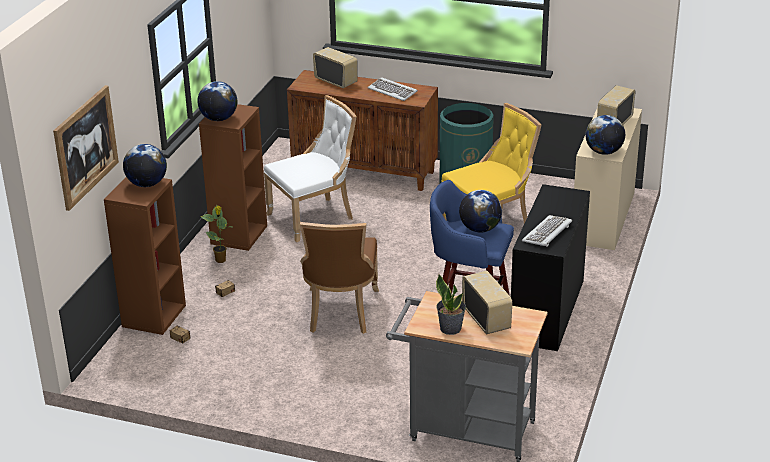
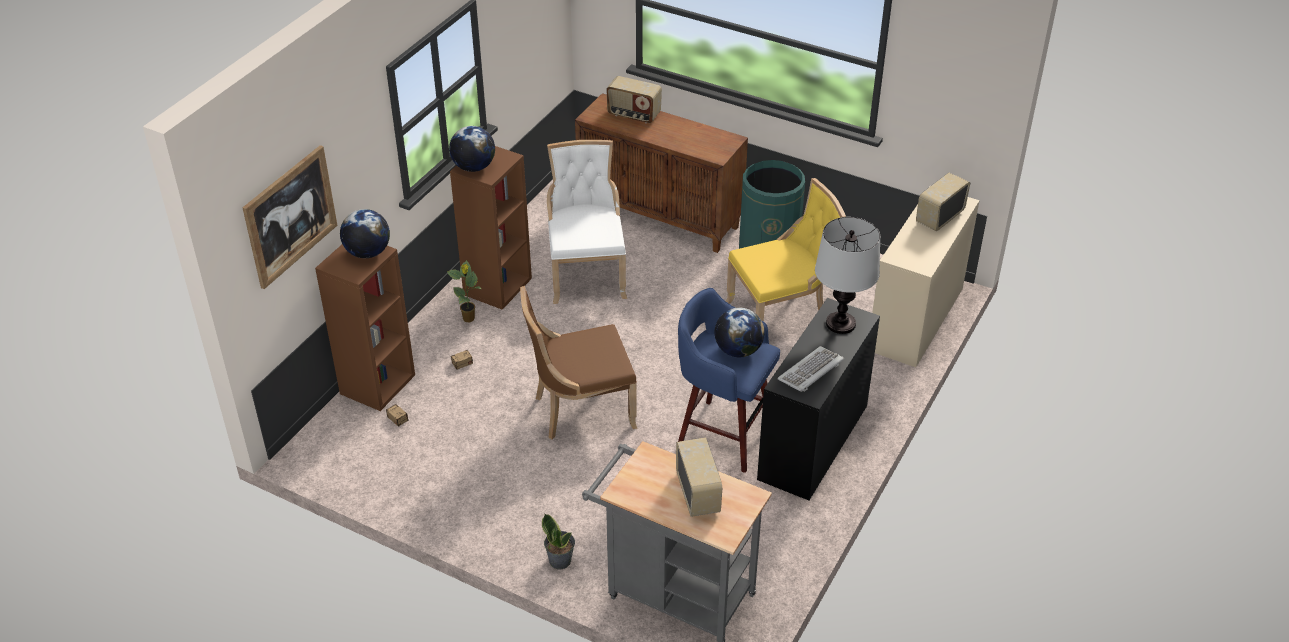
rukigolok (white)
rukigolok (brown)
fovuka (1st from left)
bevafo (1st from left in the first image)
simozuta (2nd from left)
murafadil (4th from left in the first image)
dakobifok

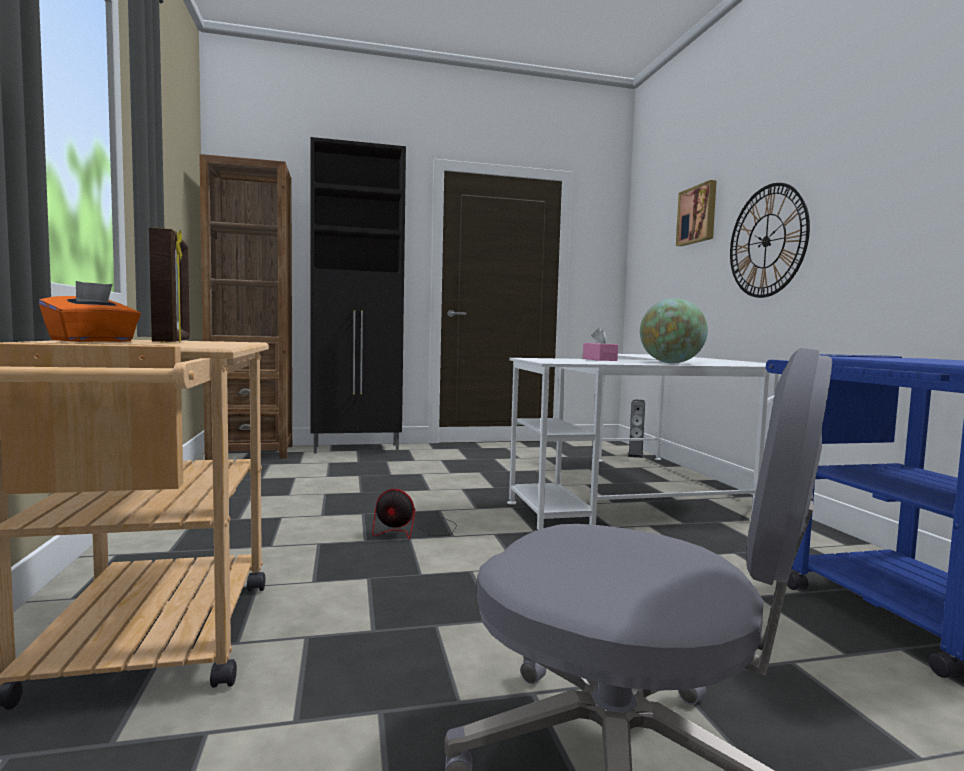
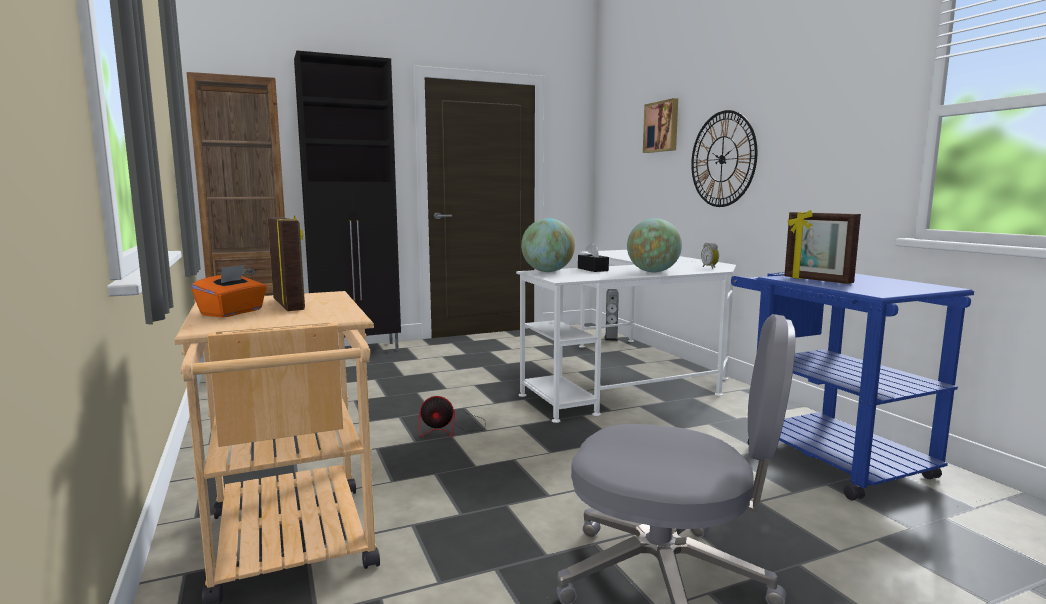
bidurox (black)
murafadil (1st from left)
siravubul
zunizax (2nd from left)

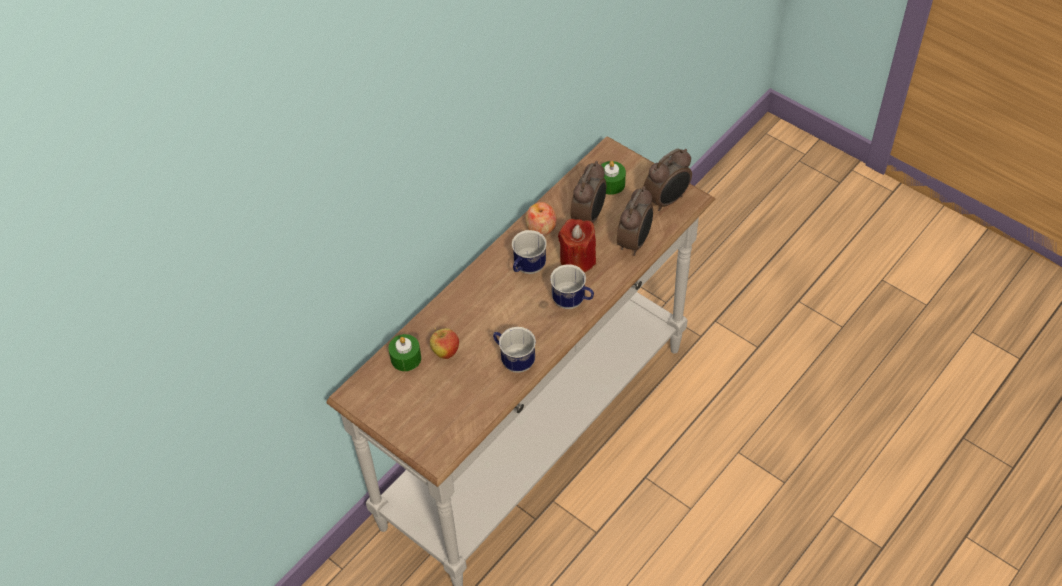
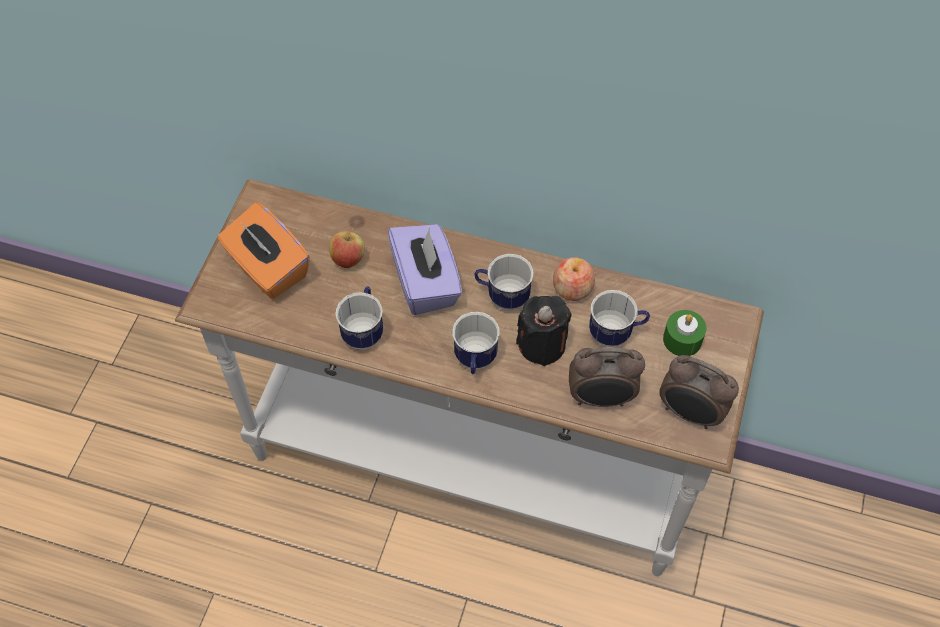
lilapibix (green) (1st from left in the first image)
lilapibix (black)
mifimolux (4th from left)
bidurox (orange)
bidurox (purple)

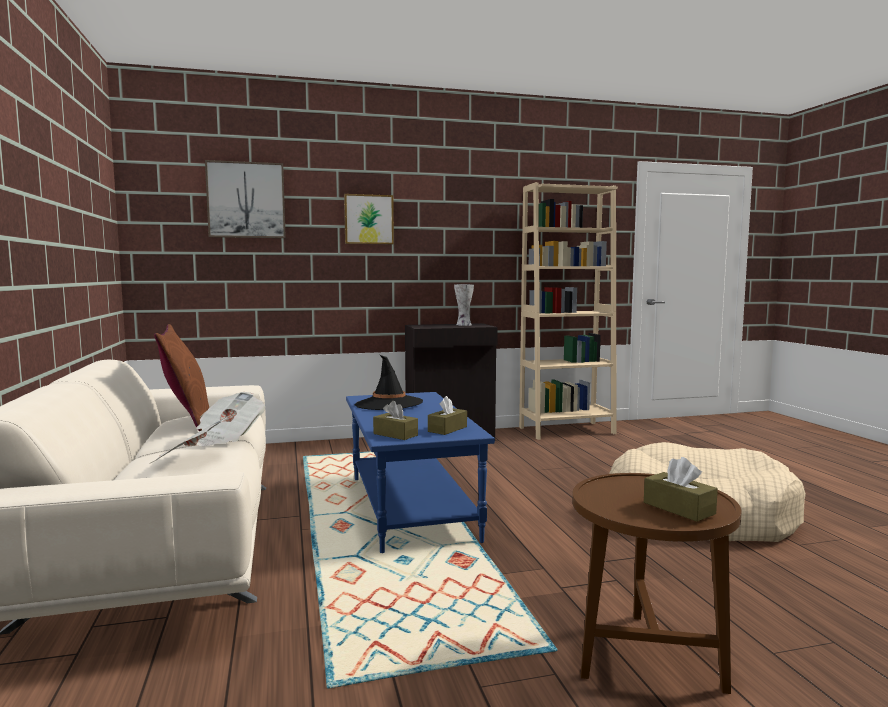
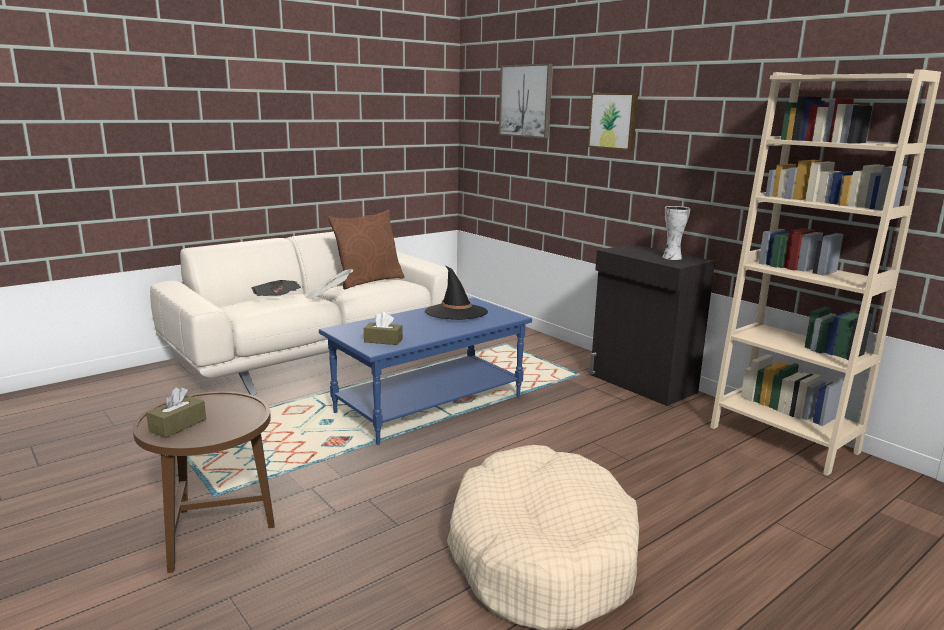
bidurox (brown) (1st from left in the first image)

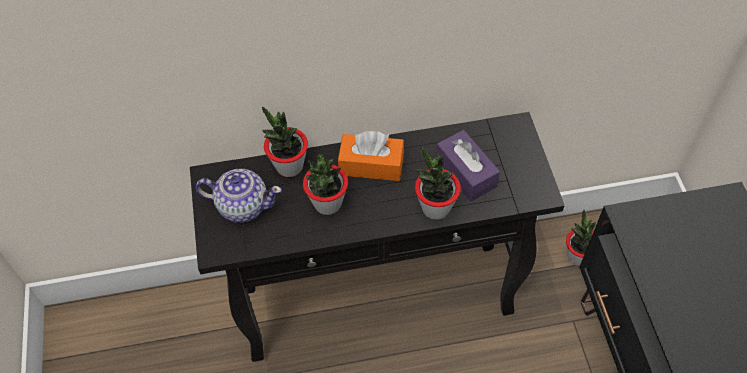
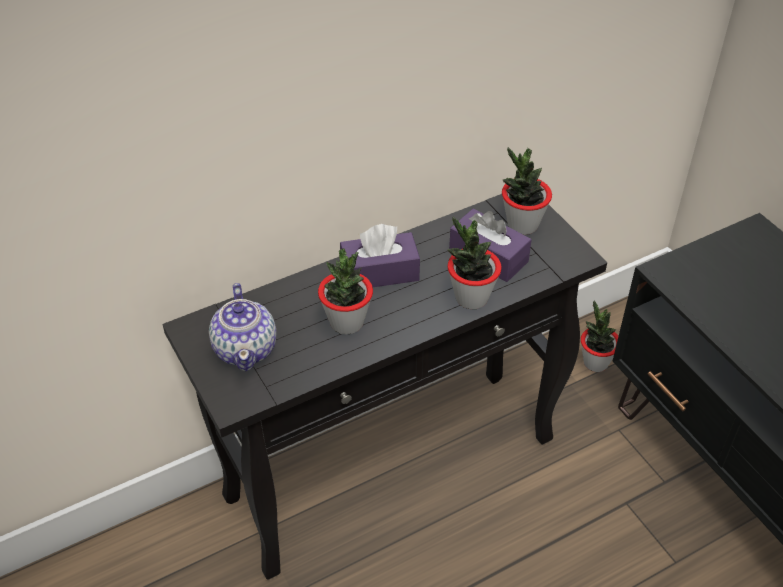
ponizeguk
simozuta (3rd from left)
bidurox (purple) (1st from left)

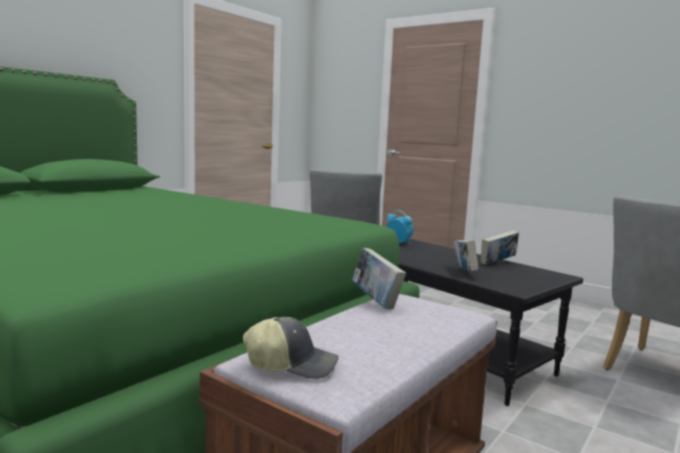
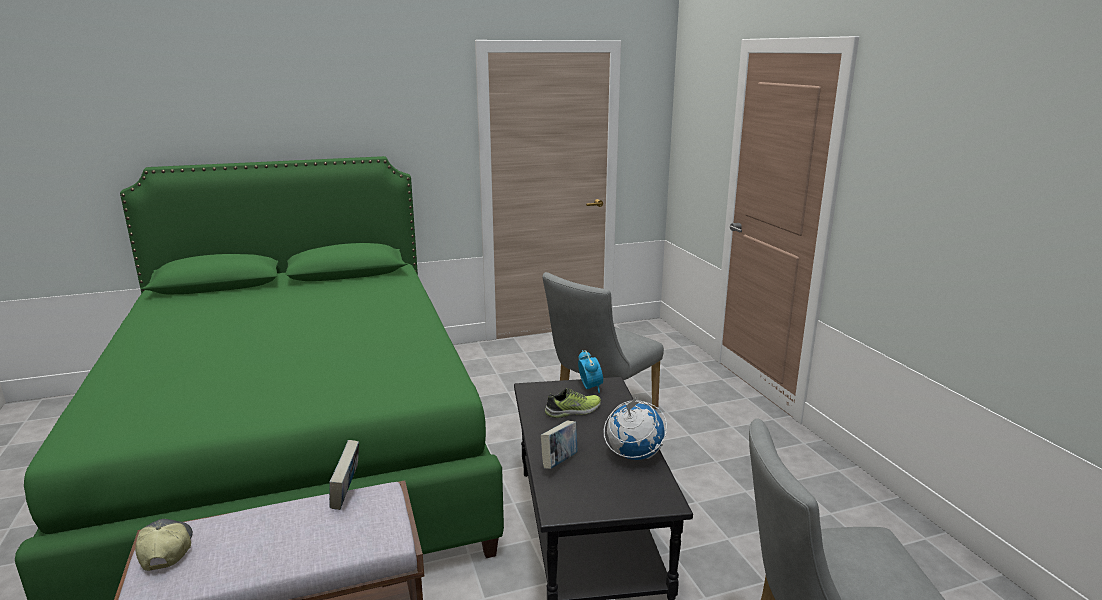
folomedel
murafadil
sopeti

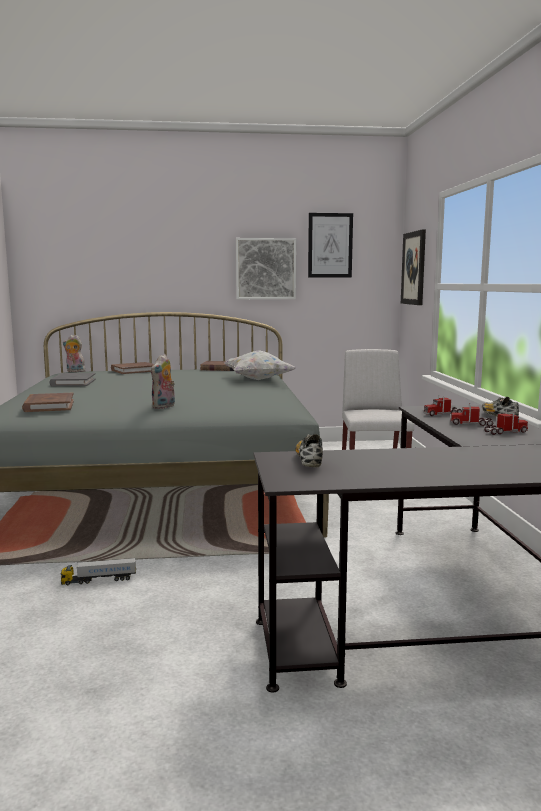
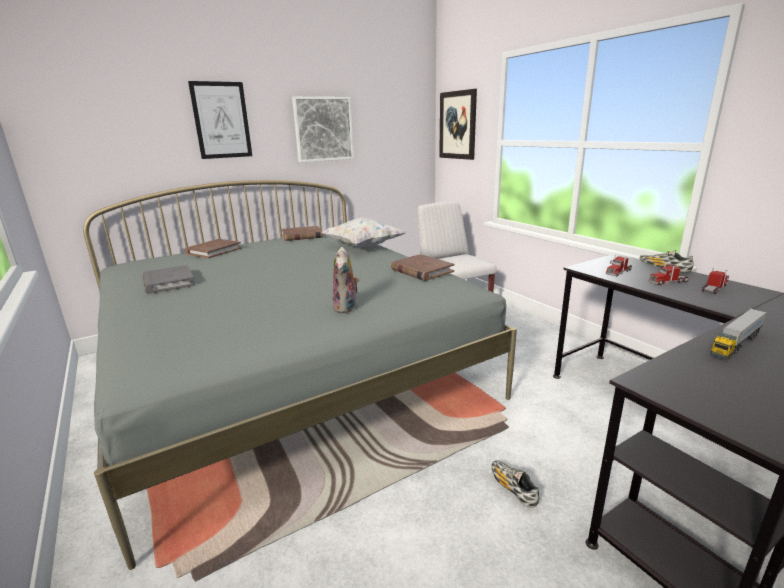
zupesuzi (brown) (3rd from left)
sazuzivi (4th from left)
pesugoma (1st from left in the first image)
sopeti (1st from left)
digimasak (1st from left)

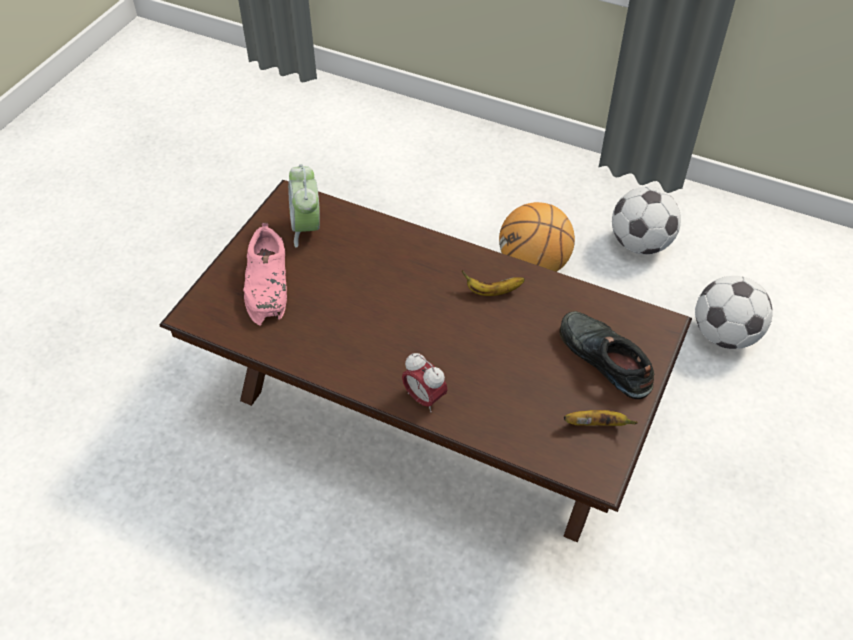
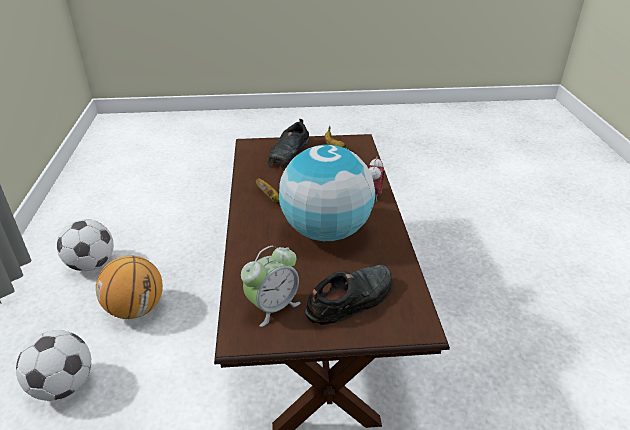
sopeti (black) (2nd from left)
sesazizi (1st from left)
murafadil

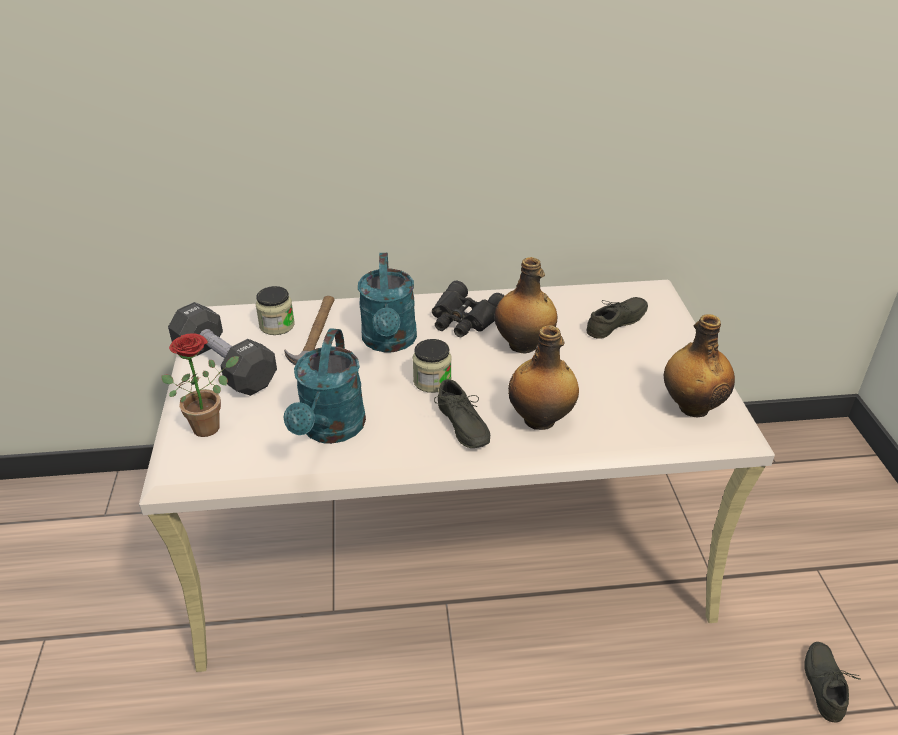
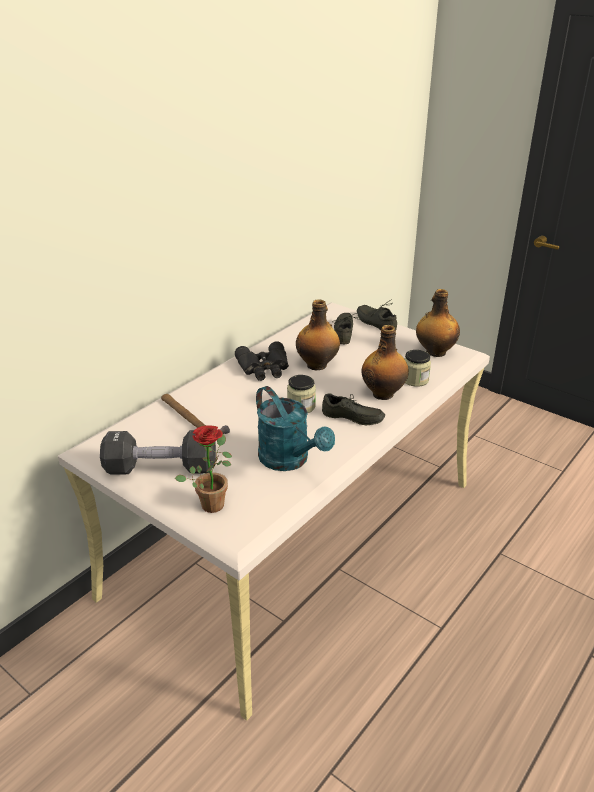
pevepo (2nd from left)
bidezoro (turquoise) (2nd from left in the first image)
sopeti (grey) (3rd from left)

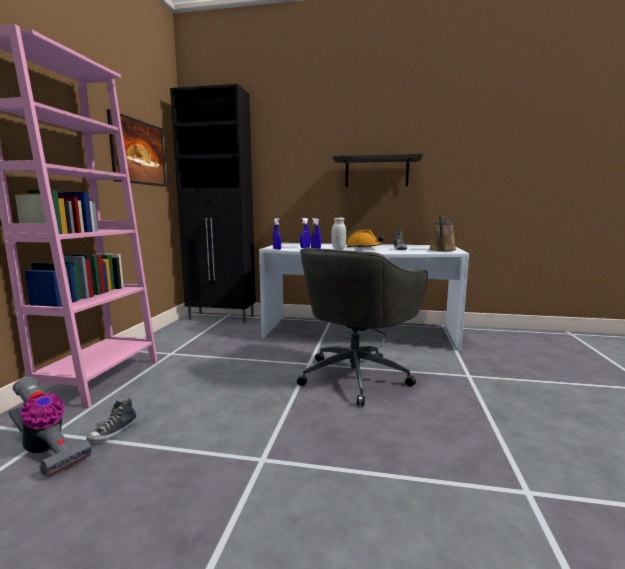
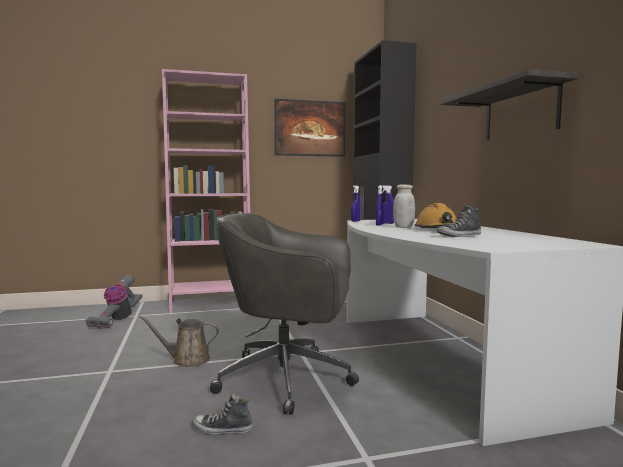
sopeti (1st from left)
bidezoro (brown)

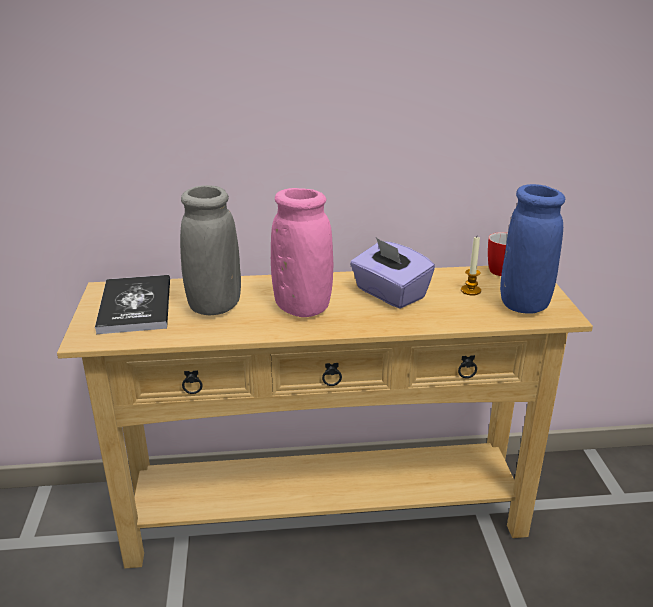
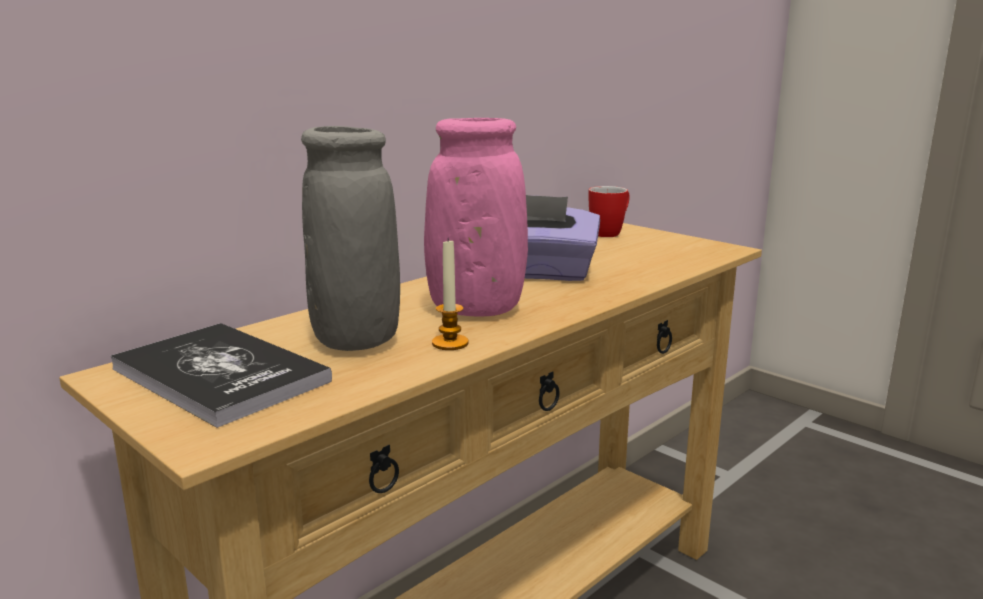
lilapibix
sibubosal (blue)

